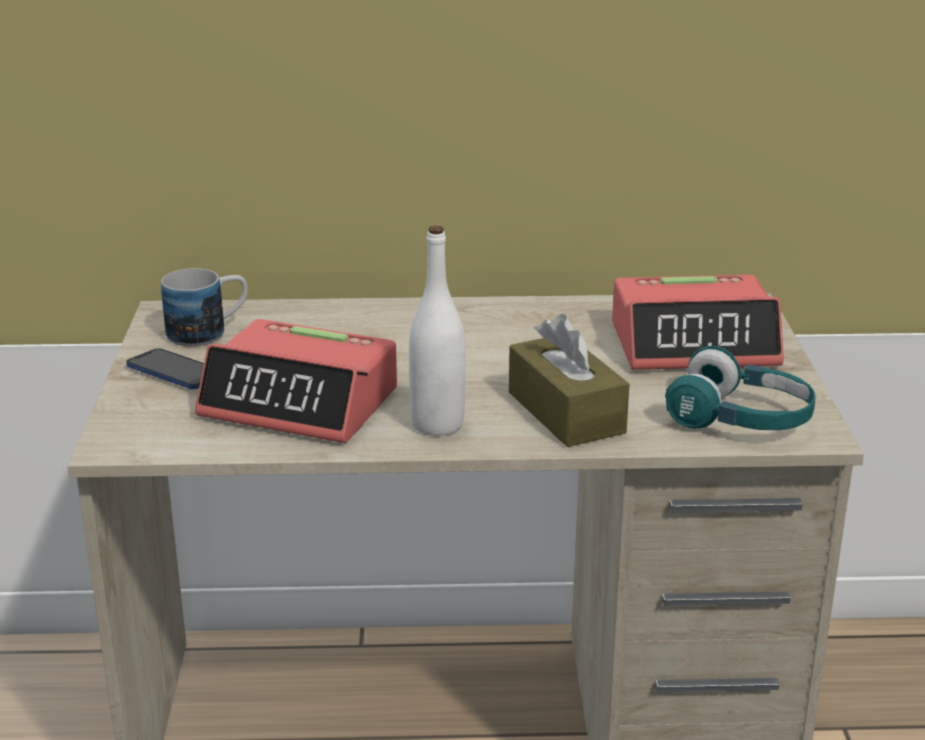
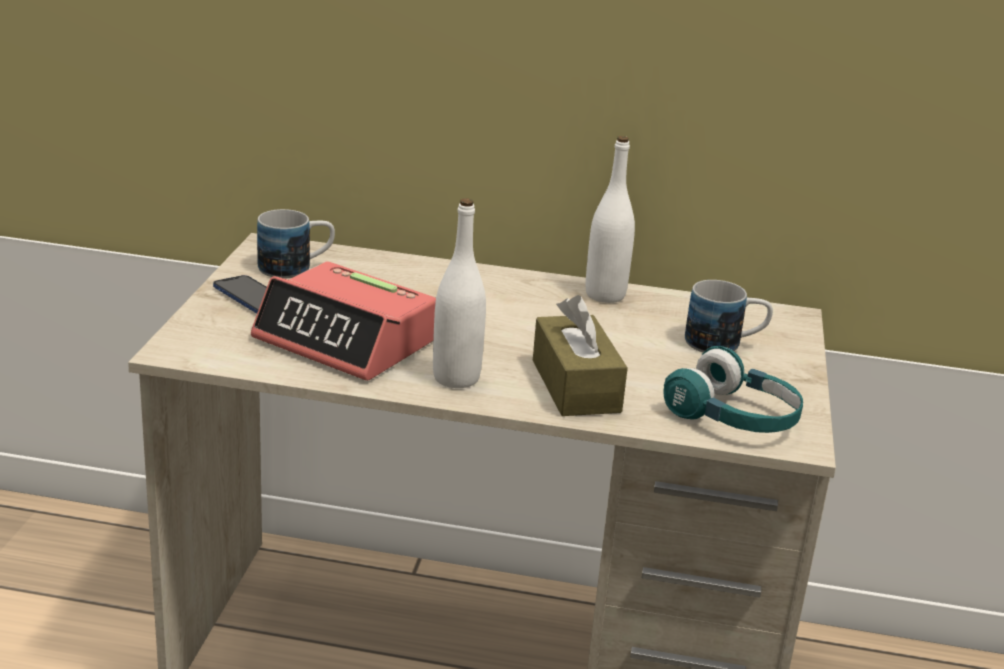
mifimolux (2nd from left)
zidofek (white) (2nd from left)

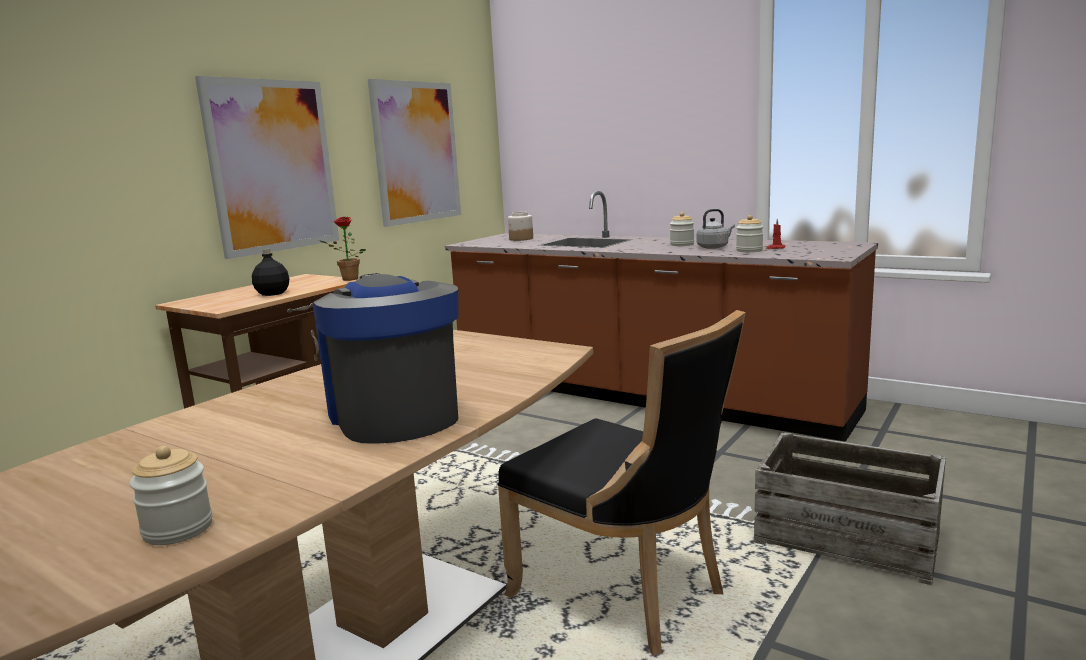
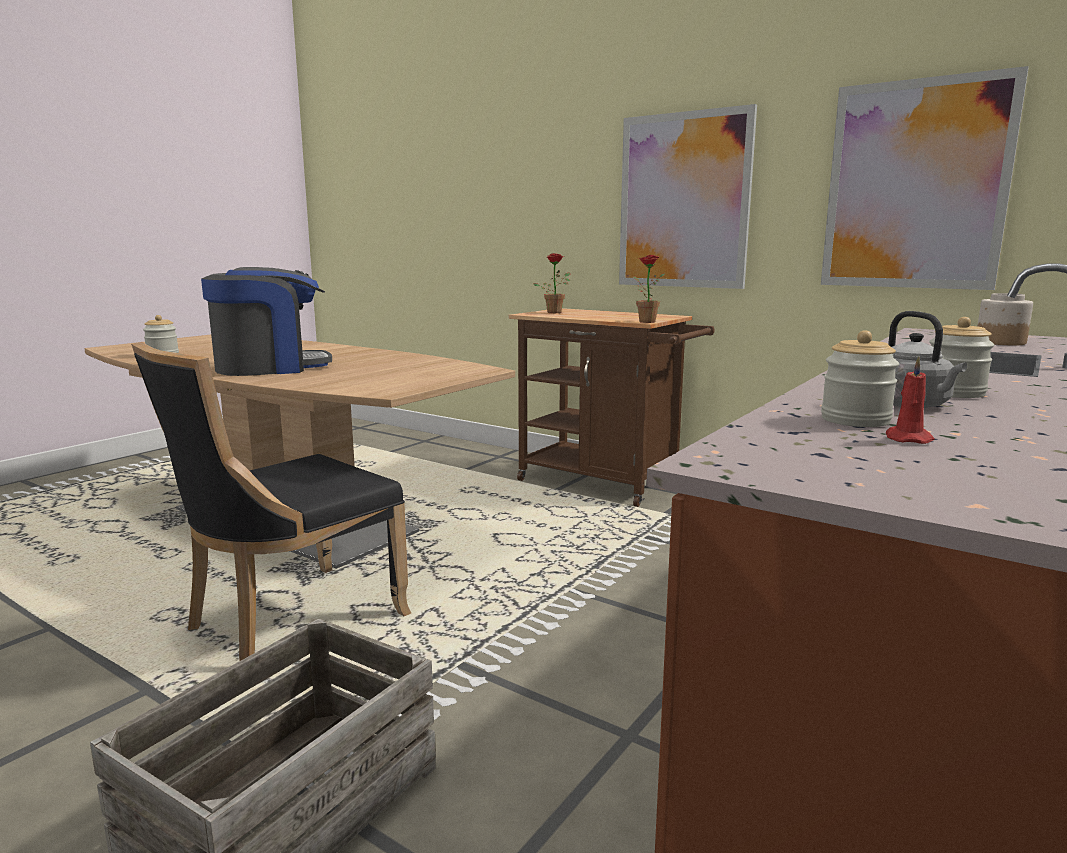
zidofek (black)
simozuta (1st from left)

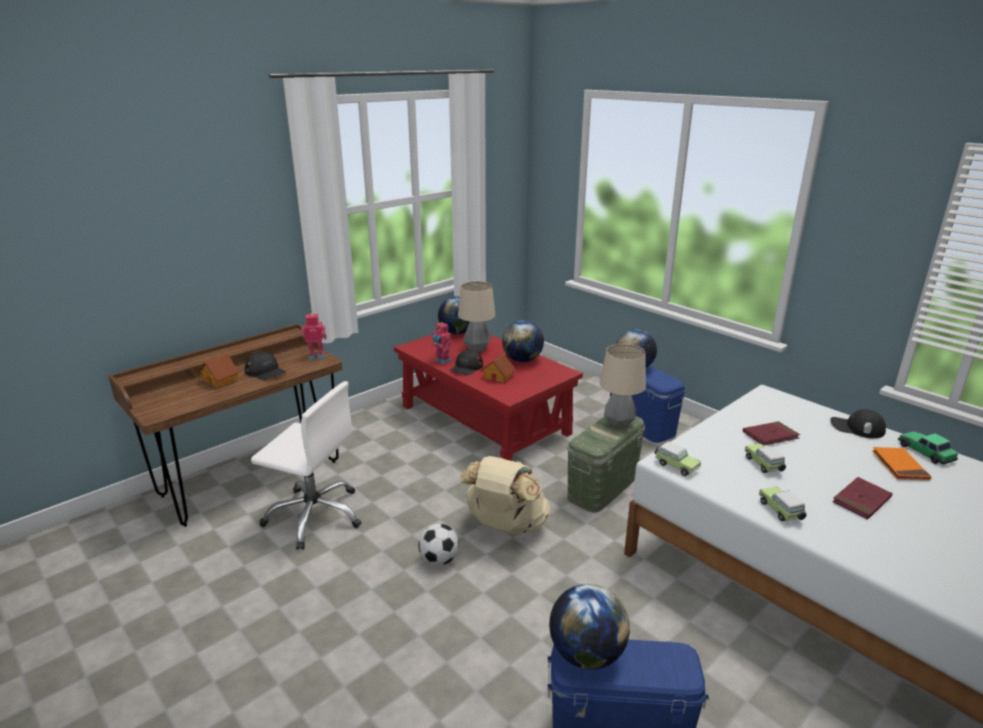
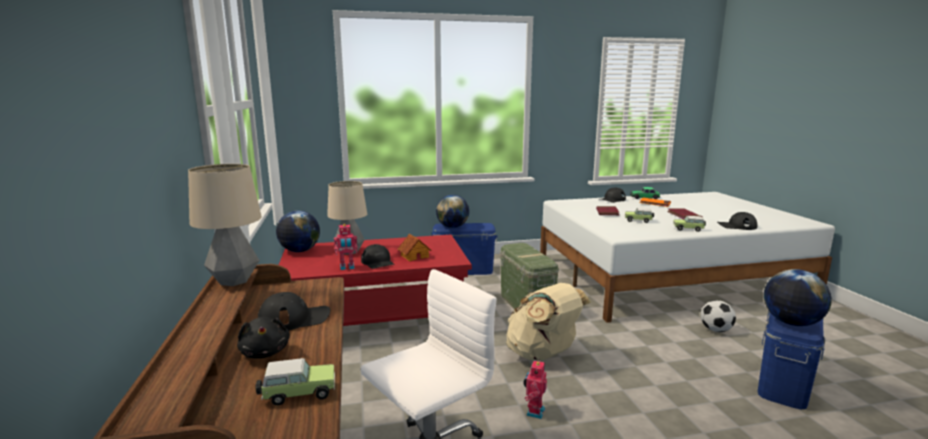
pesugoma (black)
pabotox (2nd from left)
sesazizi
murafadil (2nd from left in the first image)
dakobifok (1st from left)
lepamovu (1st from left)
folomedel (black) (4th from left)

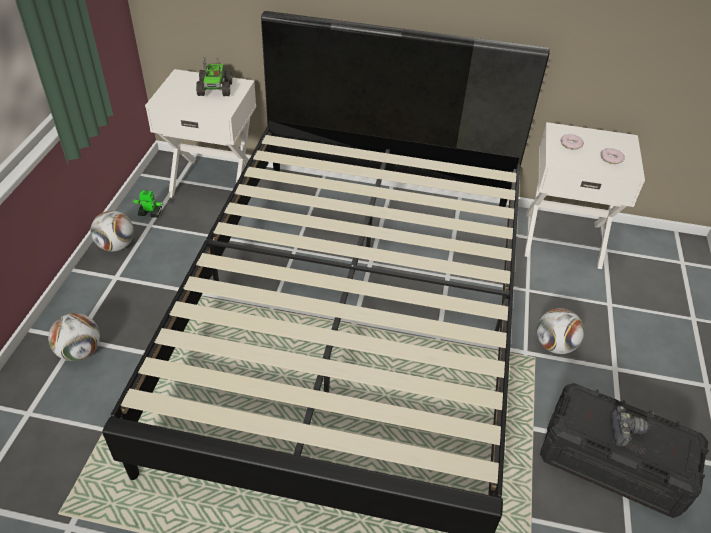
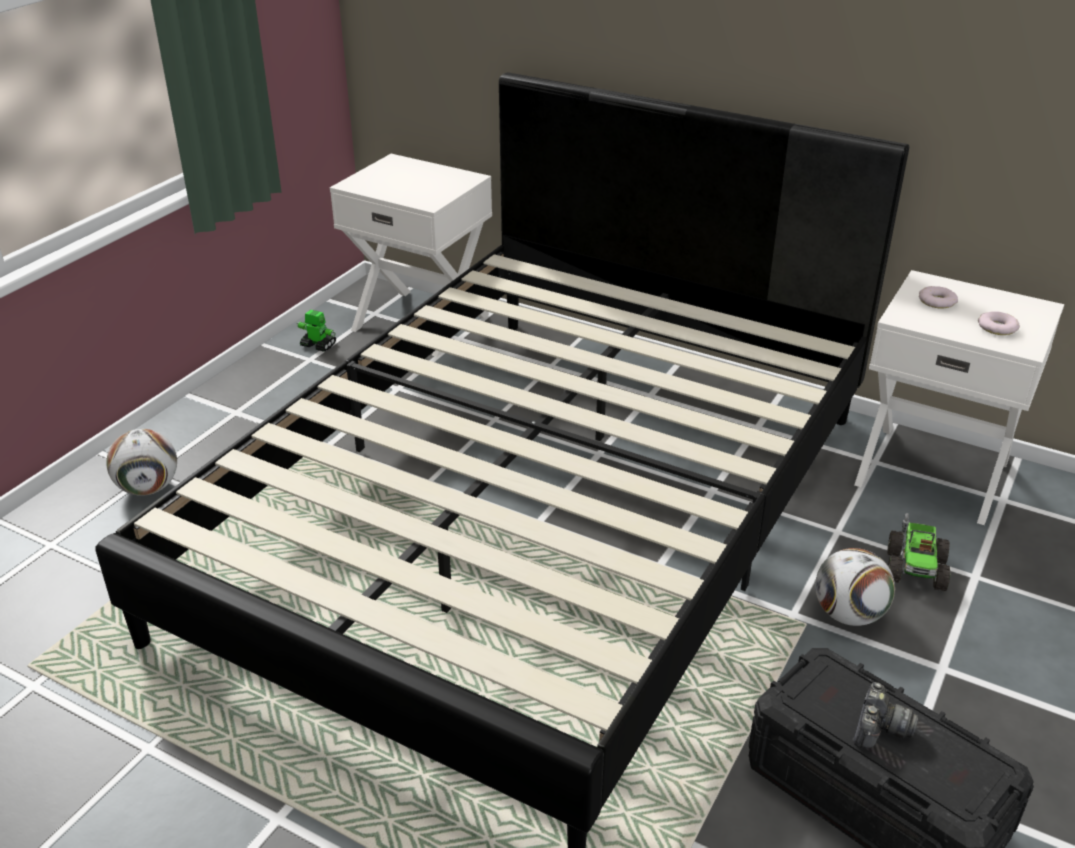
sesazizi (2nd from left in the first image)
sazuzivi

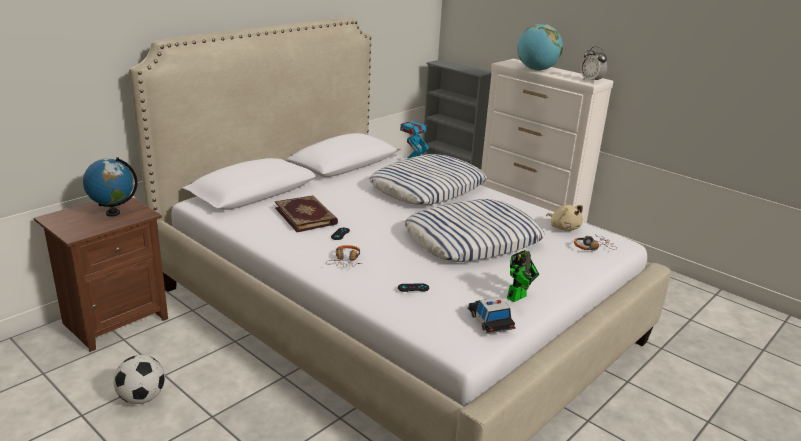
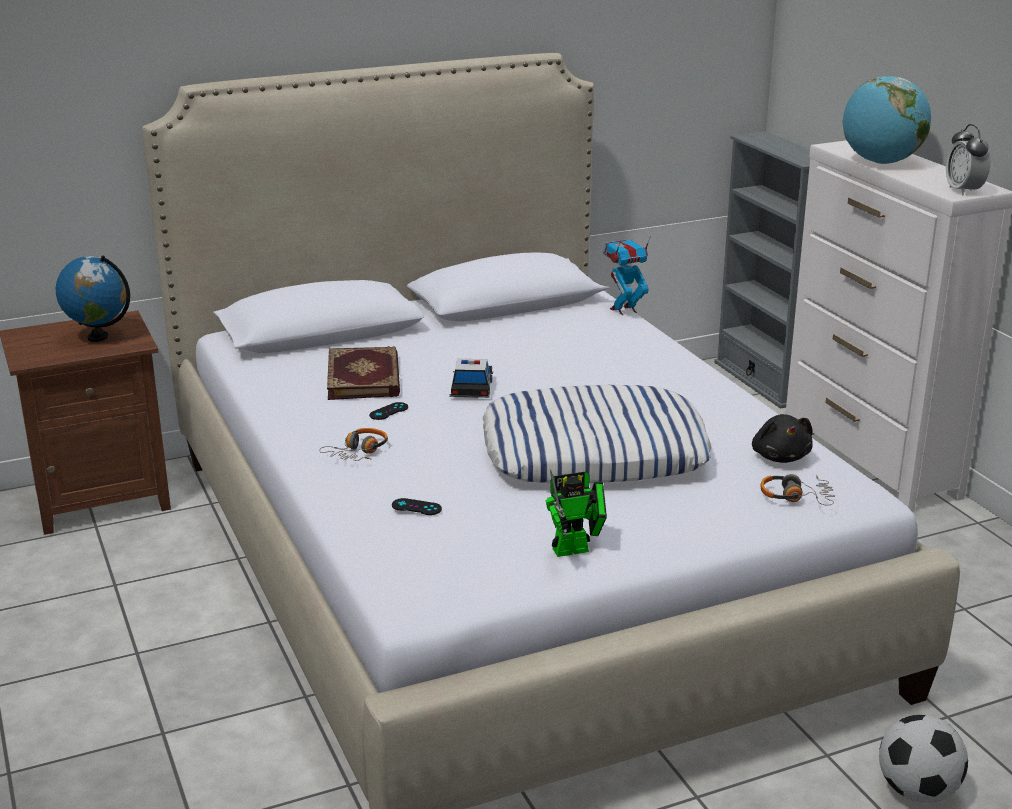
sesazizi
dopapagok (1st from left in the first image)
lepamovu
pesugoma (black)

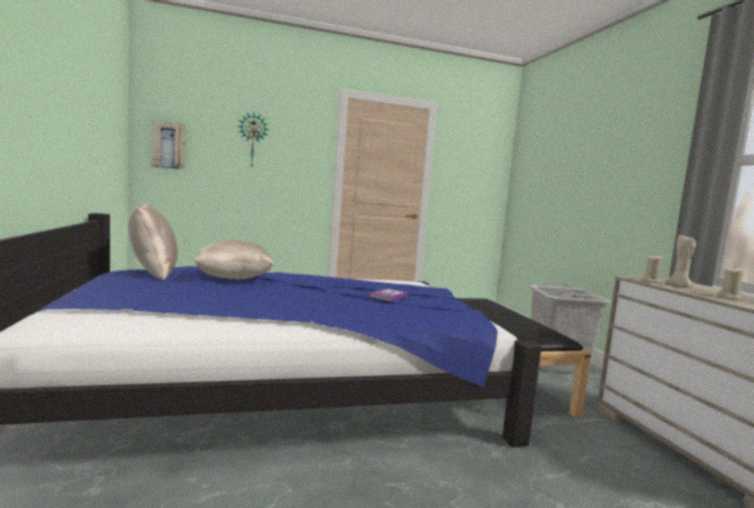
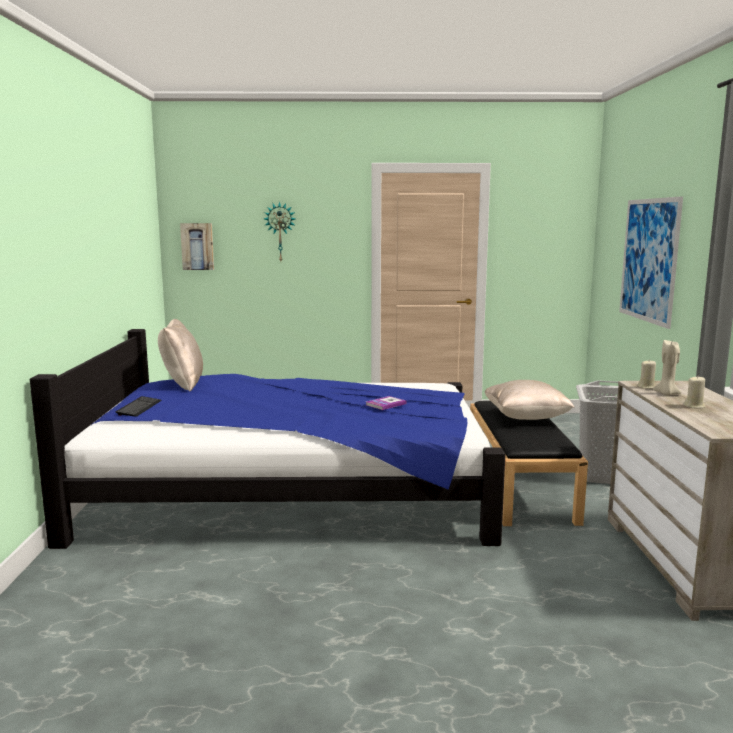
dopapagok (beige) (2nd from left)
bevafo
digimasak (2nd from left)

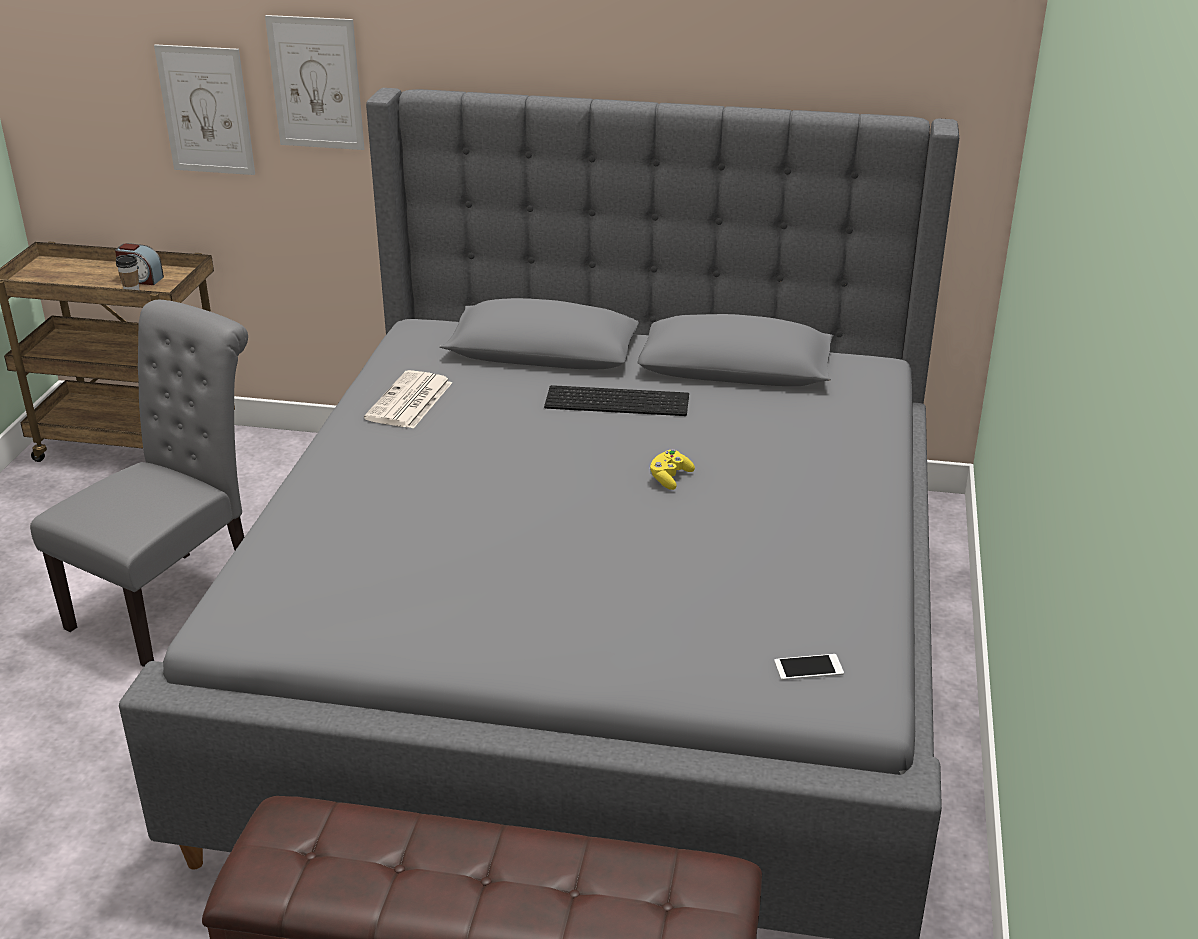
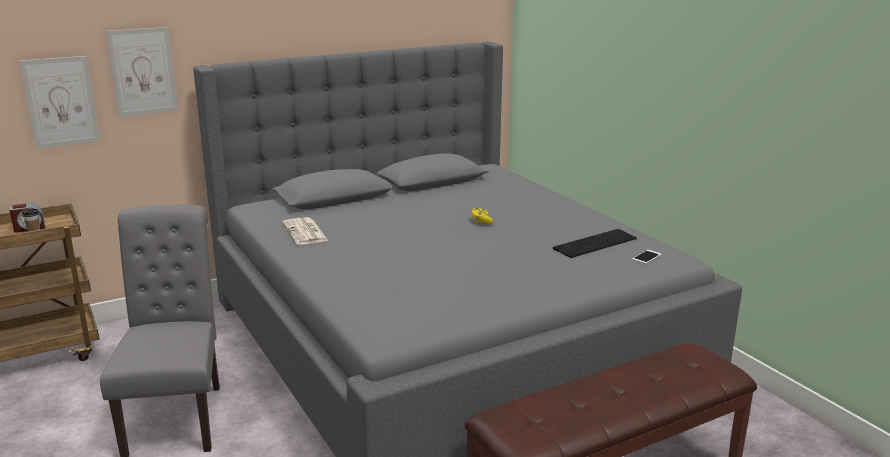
bevafo

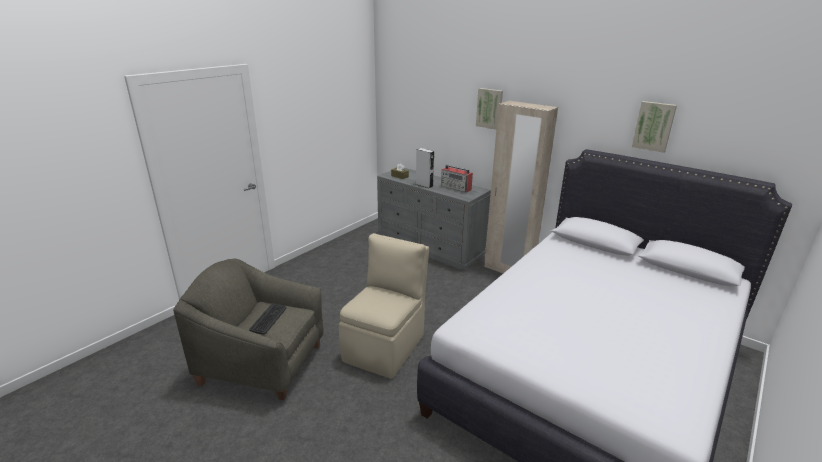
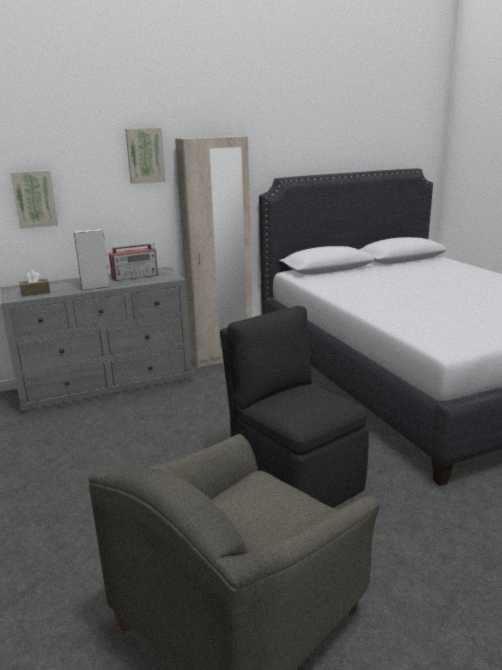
bevafo
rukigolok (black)
digimasak (1st from left)

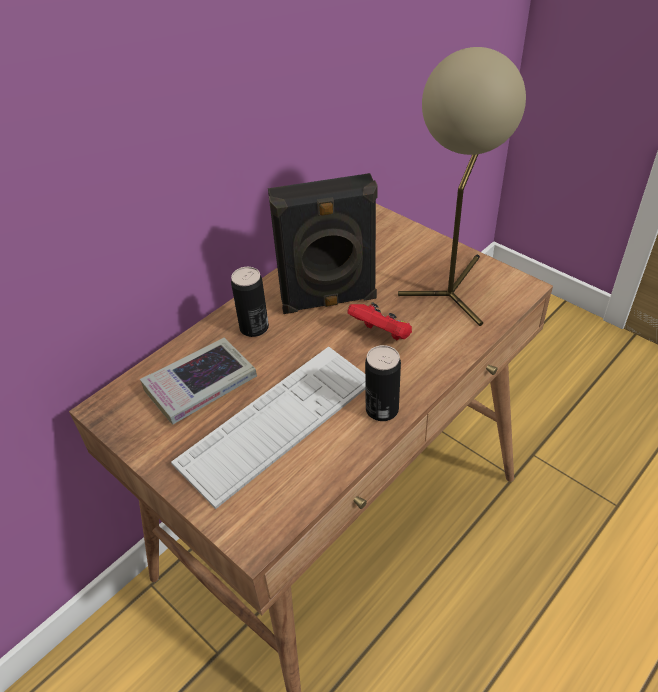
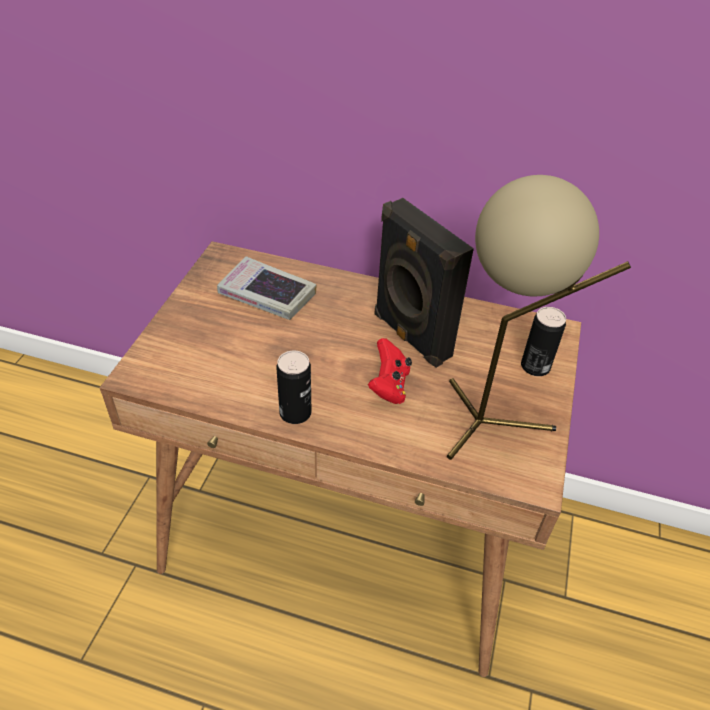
bevafo
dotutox (2nd from left)

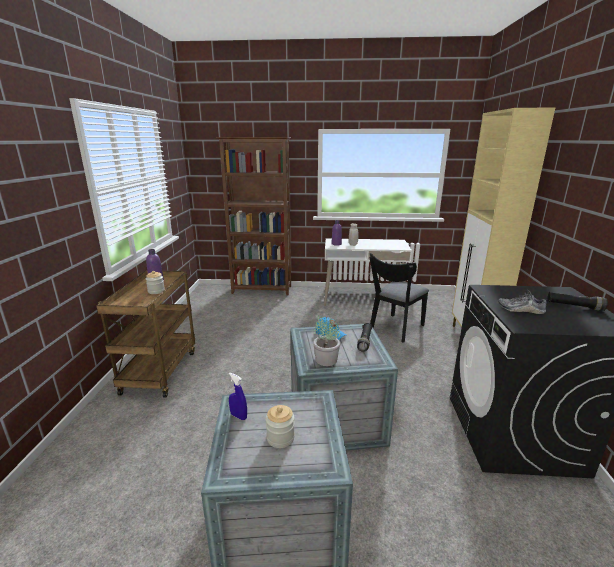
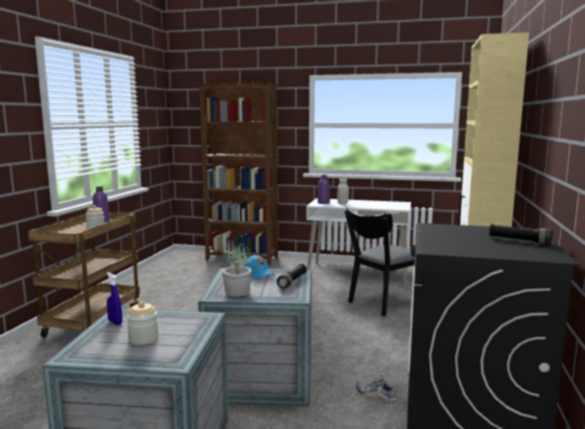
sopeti

